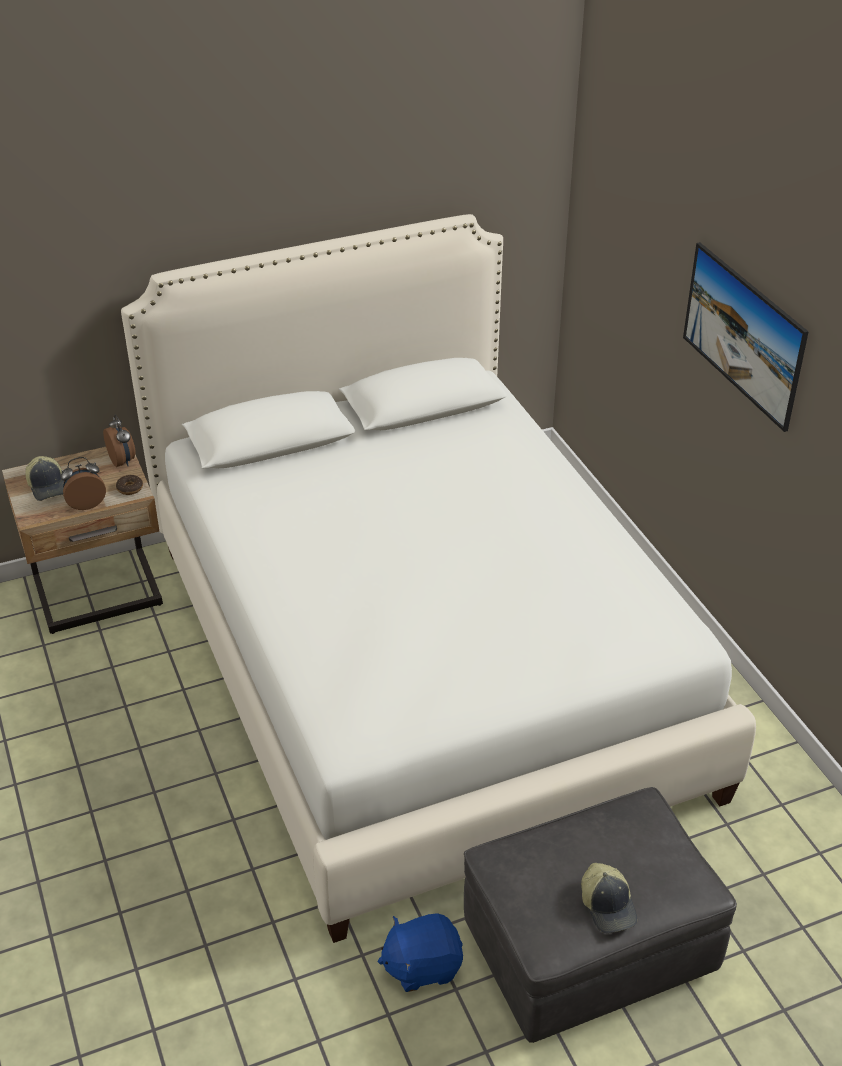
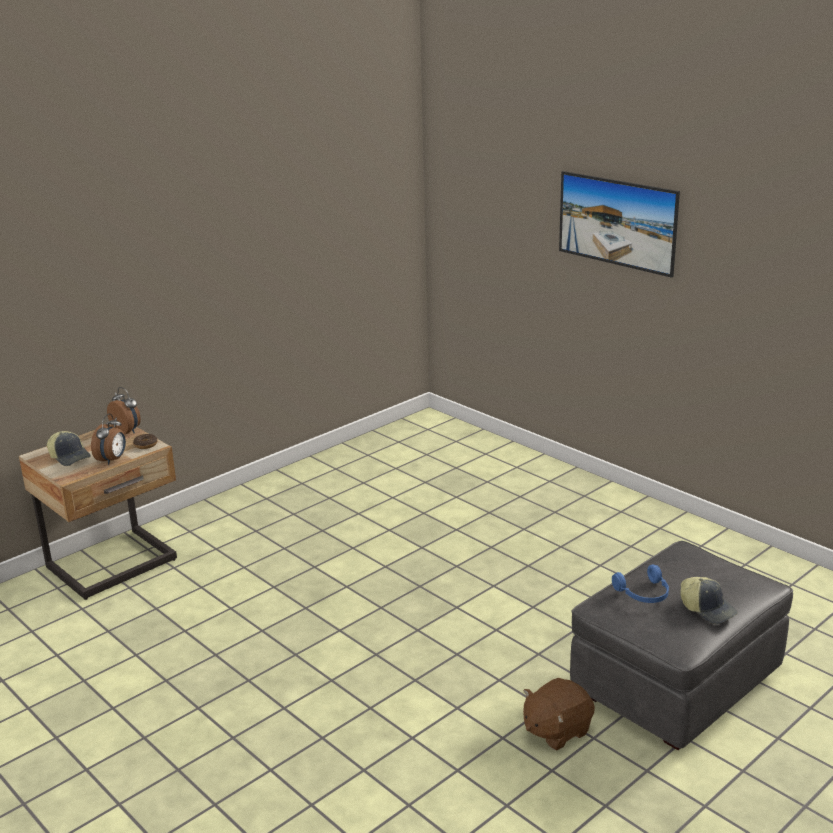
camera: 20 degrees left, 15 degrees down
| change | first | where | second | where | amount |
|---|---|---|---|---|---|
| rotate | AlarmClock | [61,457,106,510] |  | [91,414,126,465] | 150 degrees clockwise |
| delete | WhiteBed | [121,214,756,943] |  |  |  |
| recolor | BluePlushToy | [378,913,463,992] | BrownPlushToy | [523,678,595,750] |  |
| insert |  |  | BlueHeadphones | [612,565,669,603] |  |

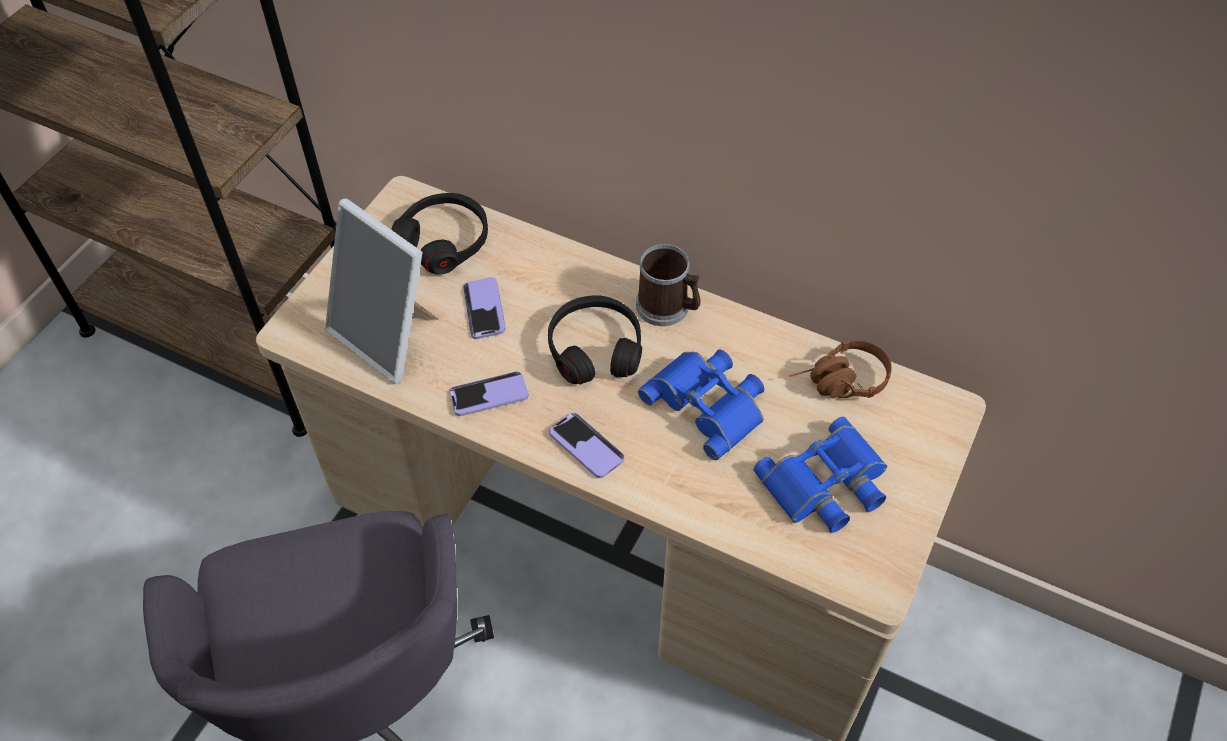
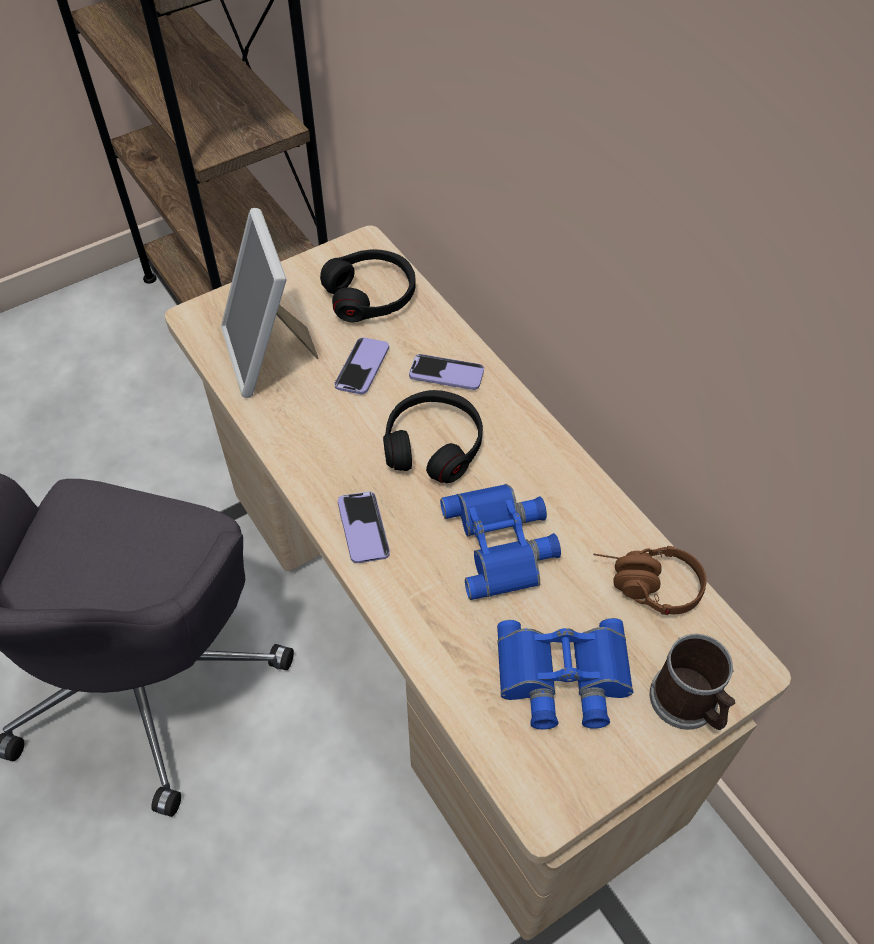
camera: 30 degrees right, 0 degrees up
| change | first | where | second | where | amount |
|---|---|---|---|---|---|
| move | Phone | [449,371,529,416] |  | [409,354,484,390] |  |
| move | Mug | [636,244,701,326] |  | [650,634,735,730] |  |

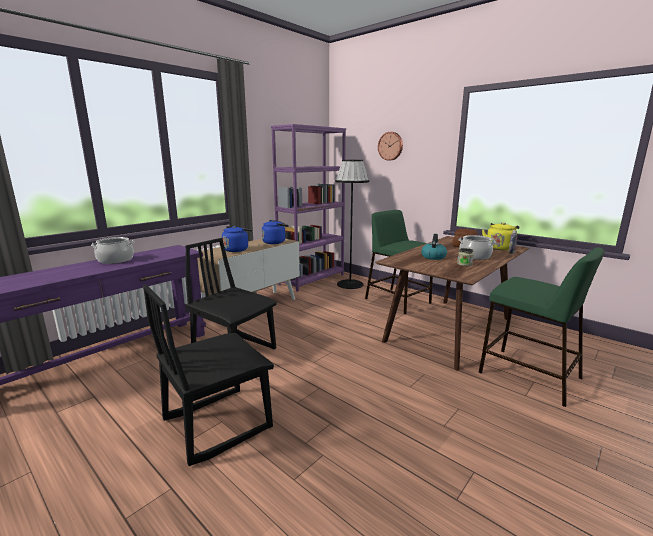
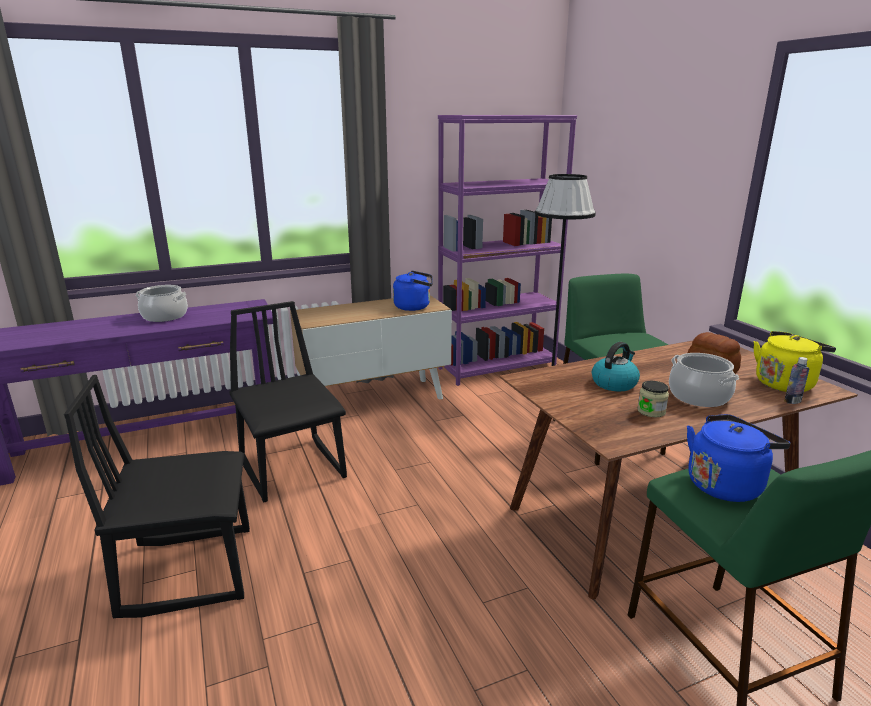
camera: 25 degrees right, 5 degrees up
| change | first | where | second | where | amount |
|---|---|---|---|---|---|
| move | BlueKettle | [222,226,253,252] |  | [687,414,790,502] |  |
| delete | WallClock | [378,132,403,161] |  |  |  |

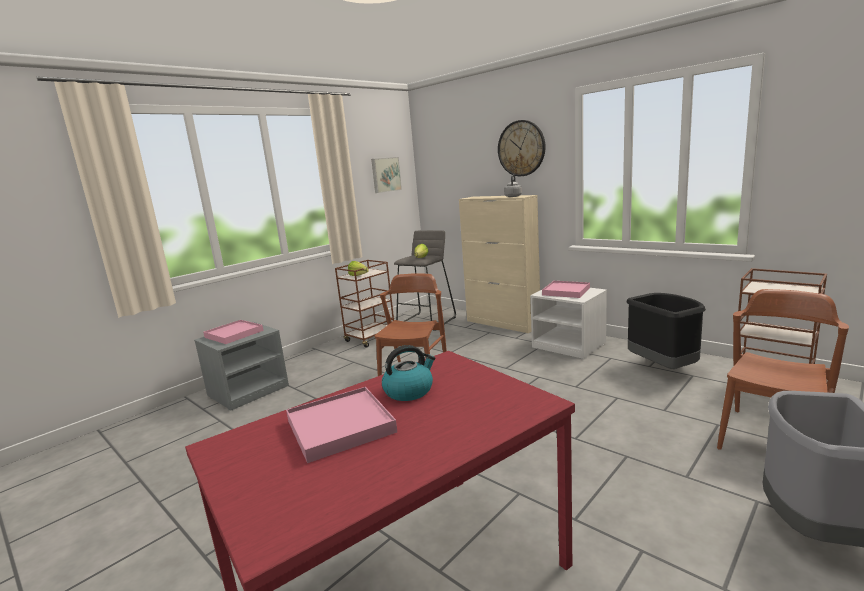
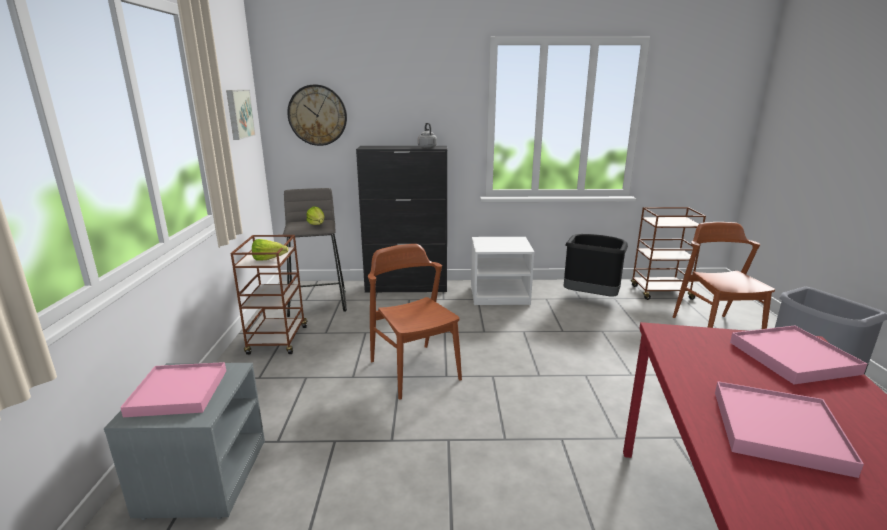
camera: 45 degrees left, 5 degrees up
| change | first | where | second | where | amount |
|---|---|---|---|---|---|
| delete | Kettle | [382,345,435,401] |  |  |  |
| recolor | BeigeCabinet | [459,195,540,333] | BlackCabinet | [356,146,447,292] |  |
| move | WallClock | [498,120,546,176] |  | [287,84,347,146] |  |
| move | PinkTray | [542,281,590,298] |  | [730,326,868,384] |  |

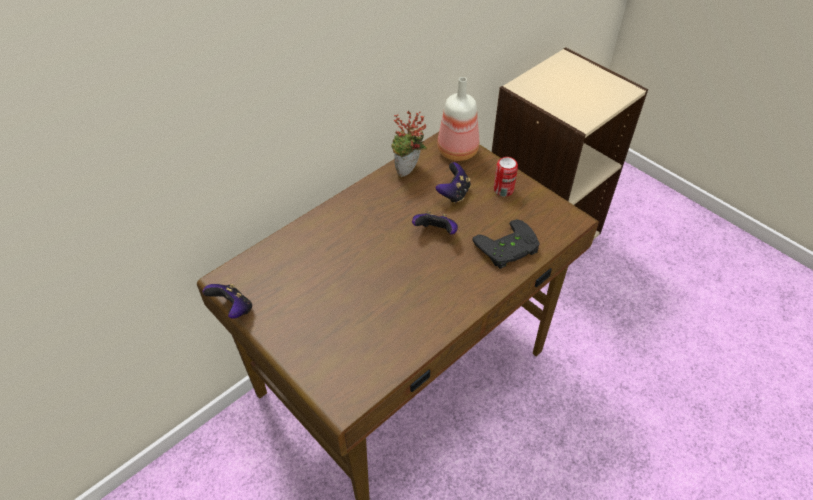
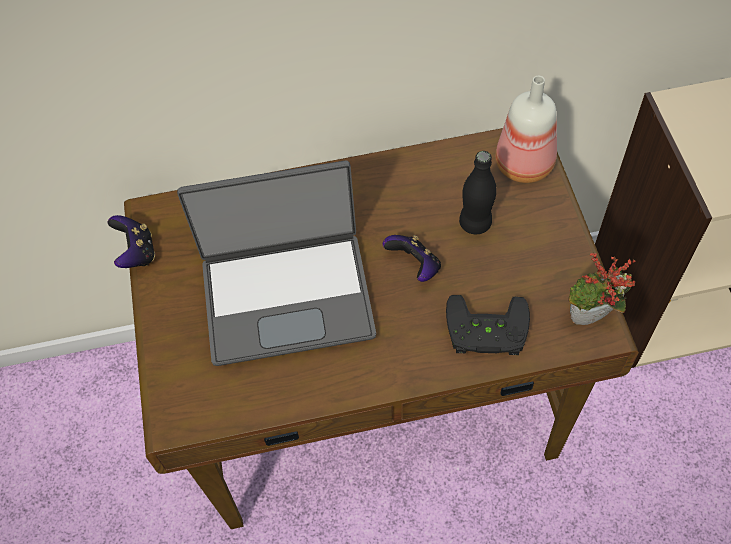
camera: 35 degrees right, 10 degrees up
| change | first | where | second | where | amount |
|---|---|---|---|---|---|
| move | PottedPlant | [391,111,427,177] |  | [568,253,636,325] |  |
| replace | GameController | [436,162,471,203] | BlackBottle | [459,151,497,234] |  |
| delete | Can | [494,157,518,197] |  |  |  |
| insert |  |  | Laptop | [177,160,376,366] |  |

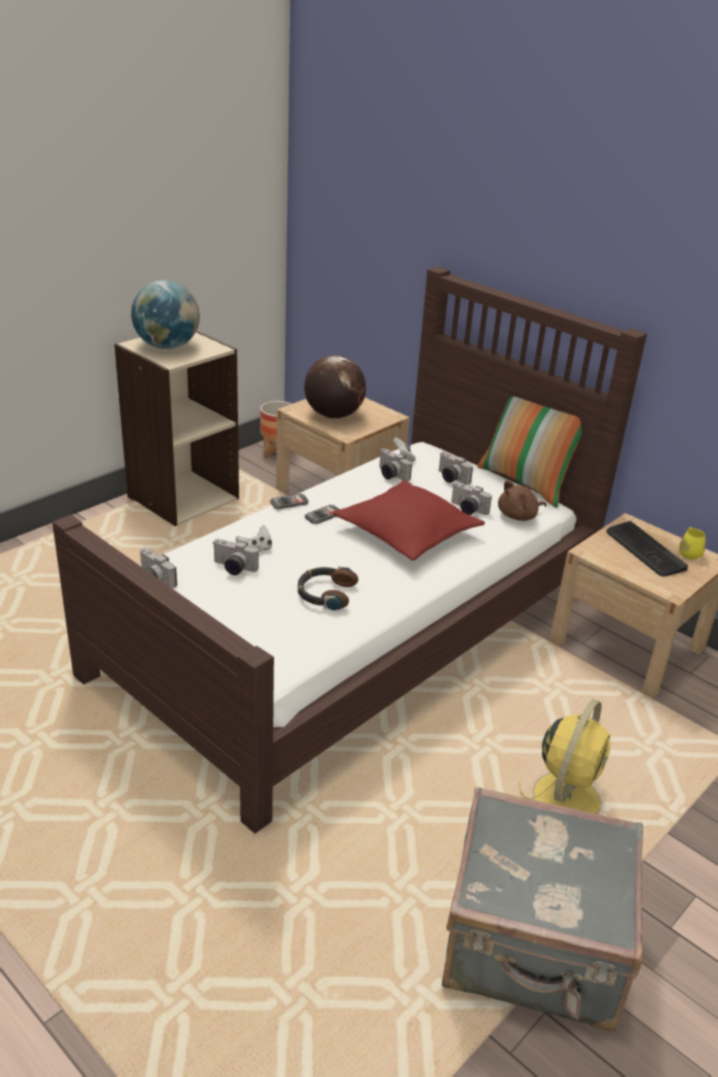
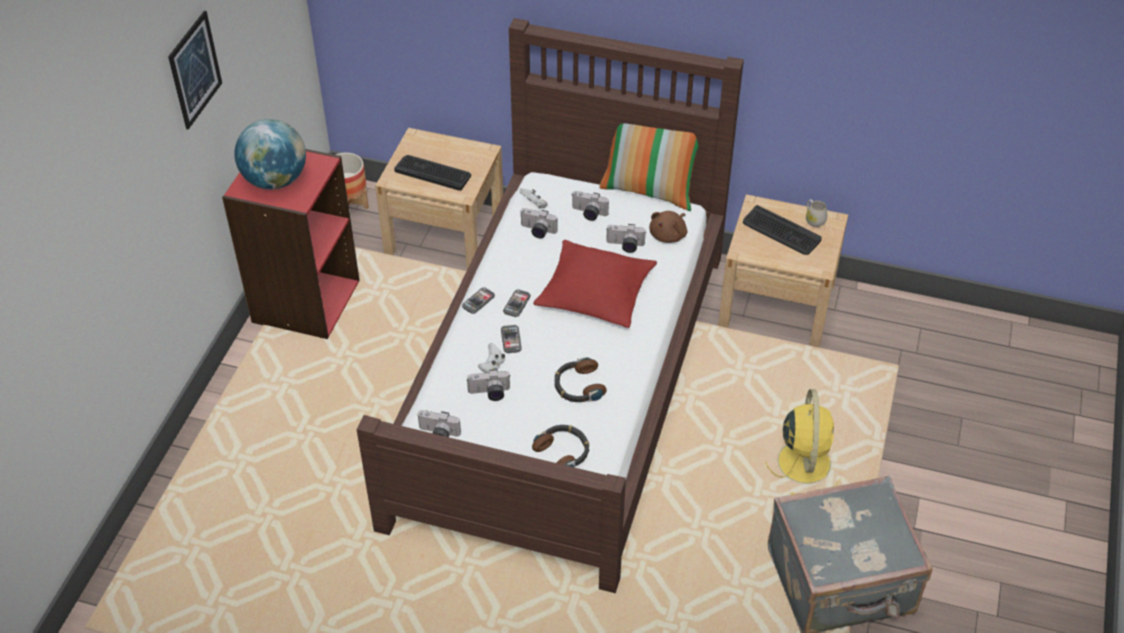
camera: 25 degrees left, 15 degrees up
| change | first | where | second | where | amount |
|---|---|---|---|---|---|
| recolor | BeigeBookcase | [114,331,239,526] | RedBookcase | [222,149,360,339] |  |
| replace | Globe | [304,355,366,419] | Keyboard | [394,155,471,191] |  |
| recolor | YellowMug | [679,528,706,560] | WhiteMug | [806,200,827,227] |  |
| insert |  |  | Picture | [168,11,222,130] |  |
| insert |  |  | Phone | [501,325,522,353] |  |
| insert |  |  | Headphones | [532,425,589,468] |  |

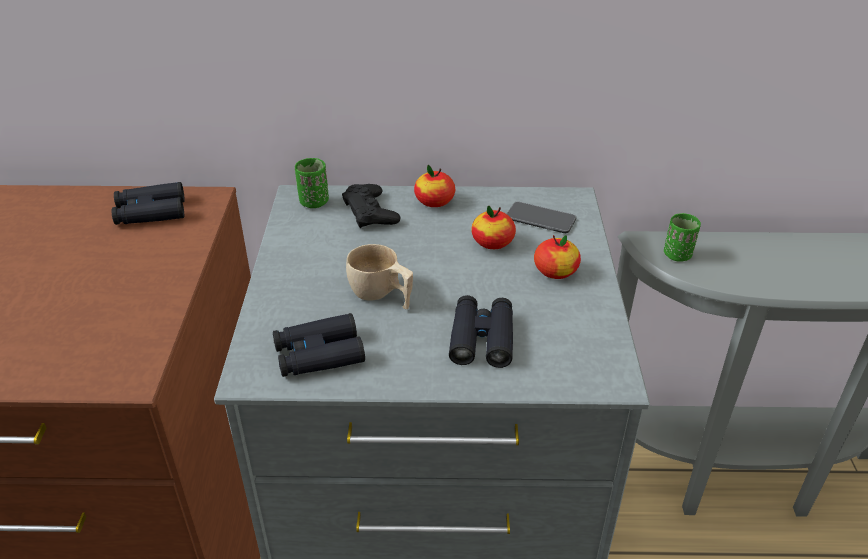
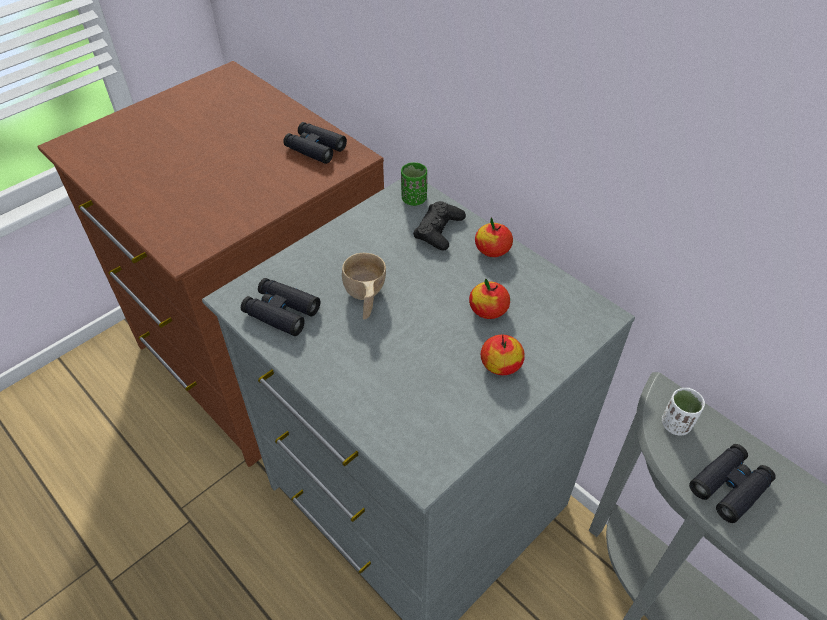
camera: 45 degrees right, 10 degrees up
| change | first | where | second | where | amount |
|---|---|---|---|---|---|
| move | BlackBinoculars | [449,295,513,368] |  | [689,444,776,523] |  |
| delete | Phone | [507,202,576,233] |  |  |  |
| recolor | GreenCup | [664,213,701,262] | WhiteCup | [662,388,705,436] |  |

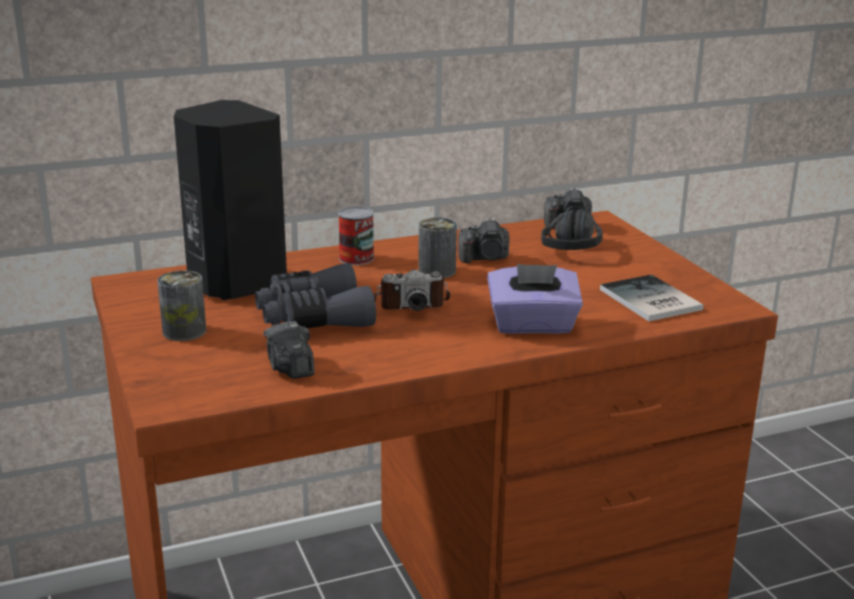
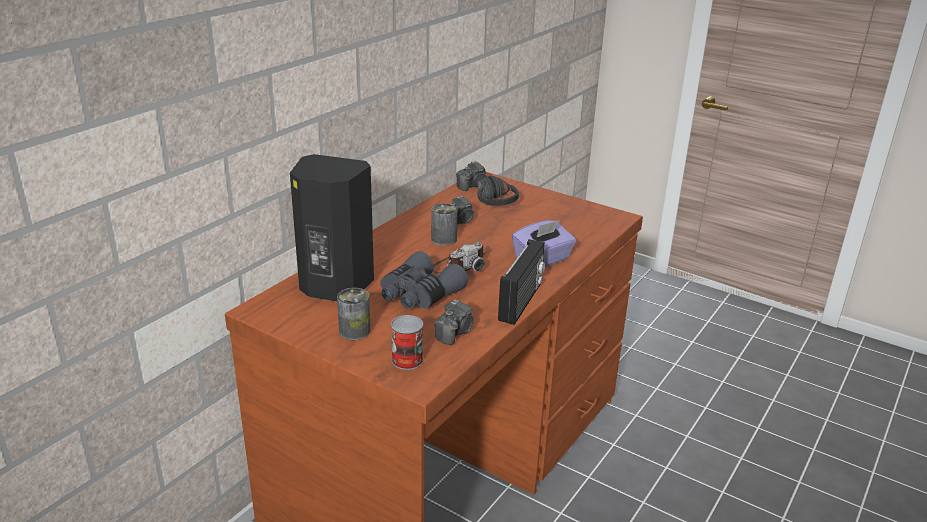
camera: 35 degrees left, 5 degrees up
| change | first | where | second | where | amount |
|---|---|---|---|---|---|
| rotate | PhotoCamera | [263,321,315,379] |  | [434,299,474,345] | 90 degrees counterclockwise |
| move | Can | [338,206,374,265] |  | [391,315,423,370] |  |
| delete | Book | [600,274,704,321] |  |  |  |
| insert |  |  | Radio | [498,239,545,325] |  |

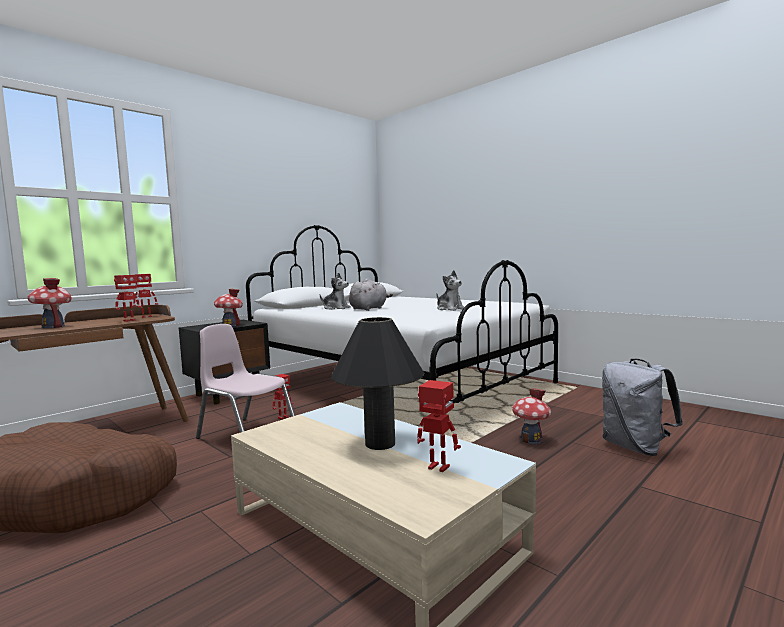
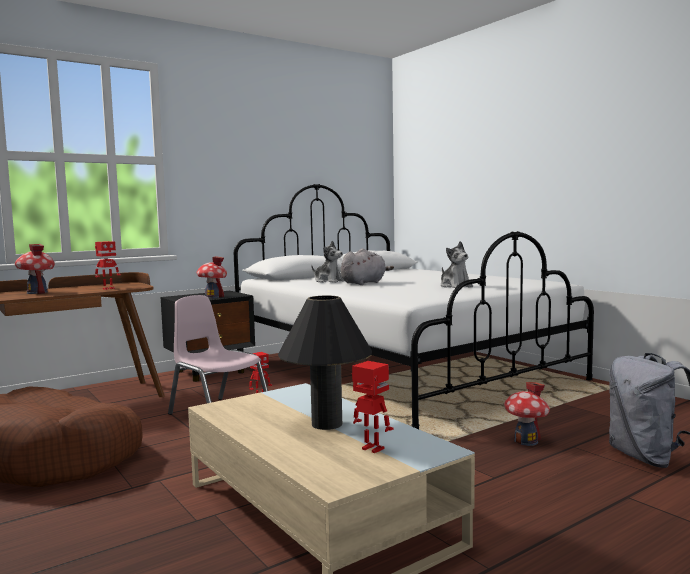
camera: 10 degrees right, 0 degrees up
| change | first | where | second | where | amount |
|---|---|---|---|---|---|
| delete | ToyRobot | [133,274,158,318] |  |  |  |

